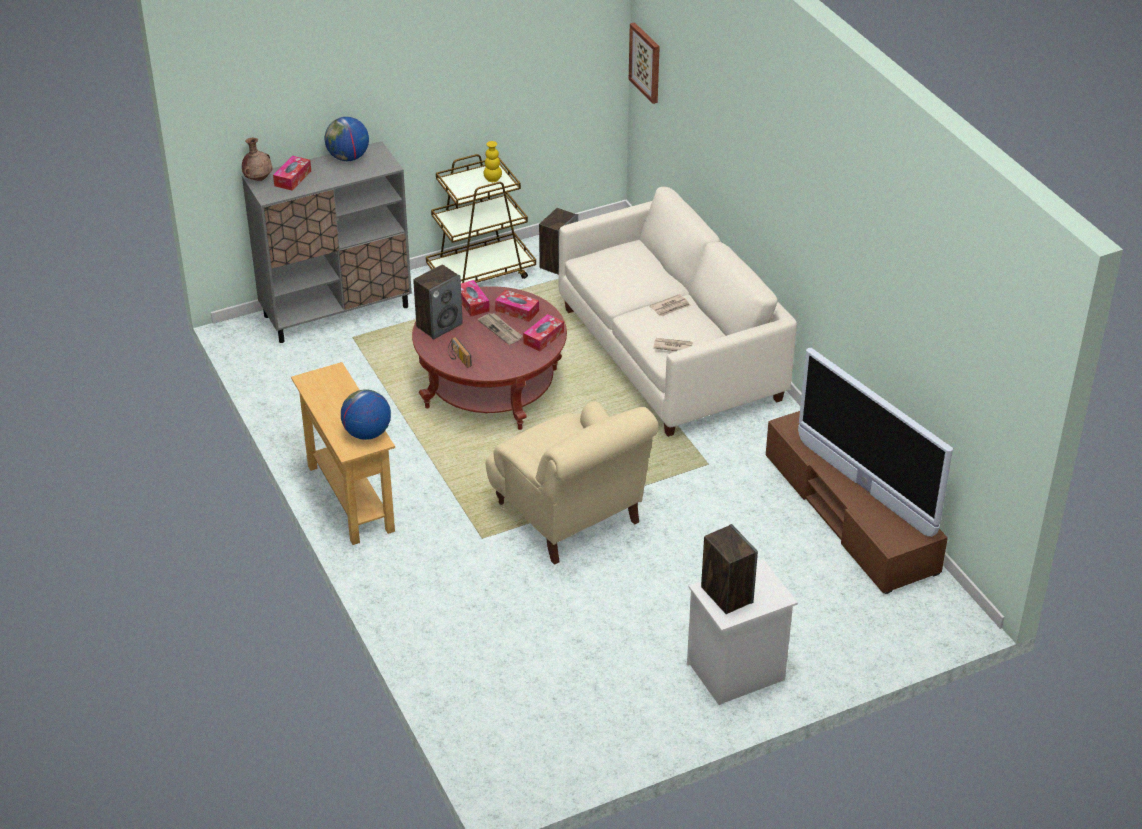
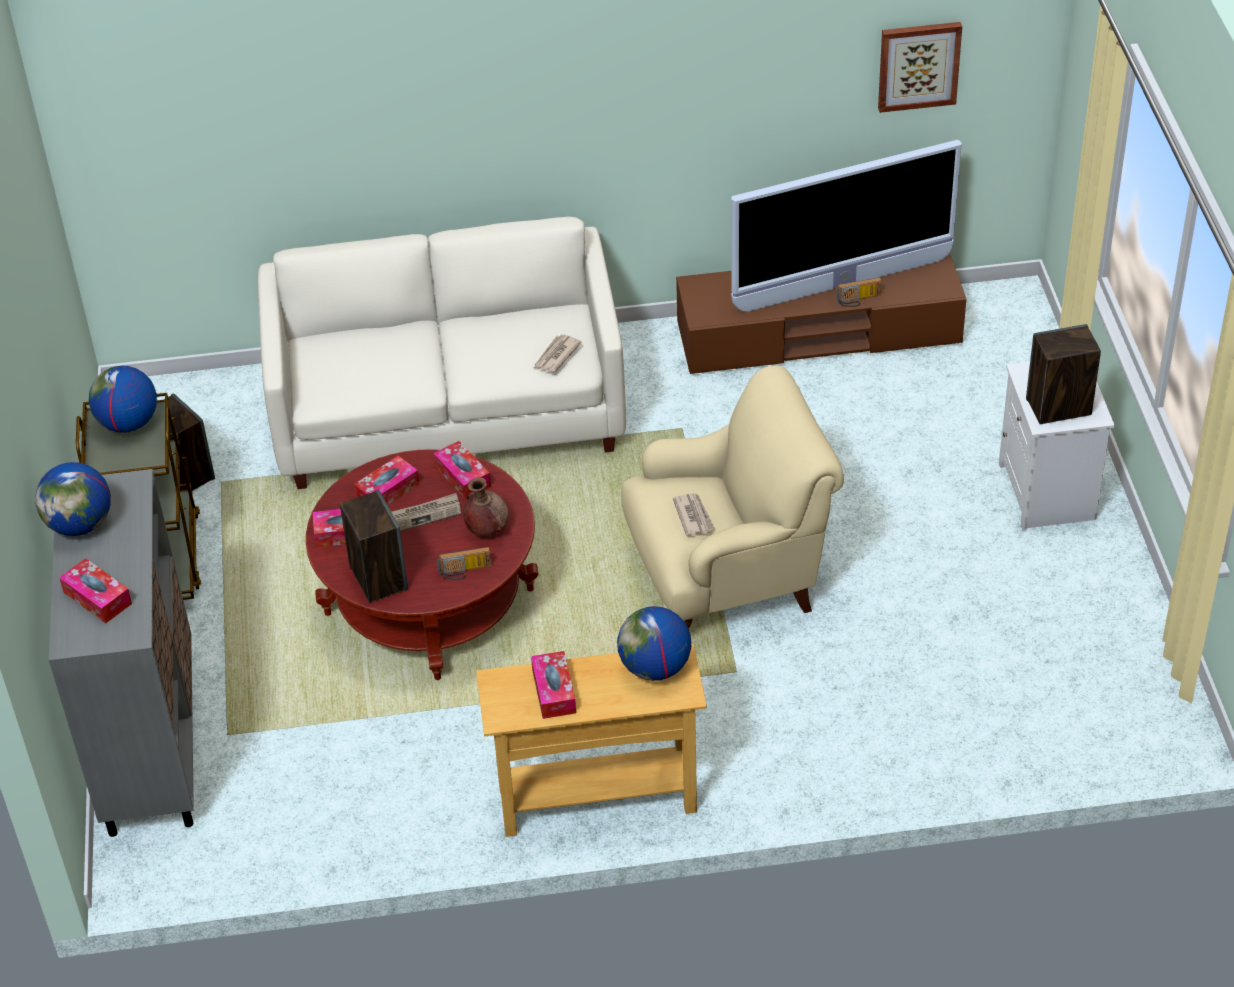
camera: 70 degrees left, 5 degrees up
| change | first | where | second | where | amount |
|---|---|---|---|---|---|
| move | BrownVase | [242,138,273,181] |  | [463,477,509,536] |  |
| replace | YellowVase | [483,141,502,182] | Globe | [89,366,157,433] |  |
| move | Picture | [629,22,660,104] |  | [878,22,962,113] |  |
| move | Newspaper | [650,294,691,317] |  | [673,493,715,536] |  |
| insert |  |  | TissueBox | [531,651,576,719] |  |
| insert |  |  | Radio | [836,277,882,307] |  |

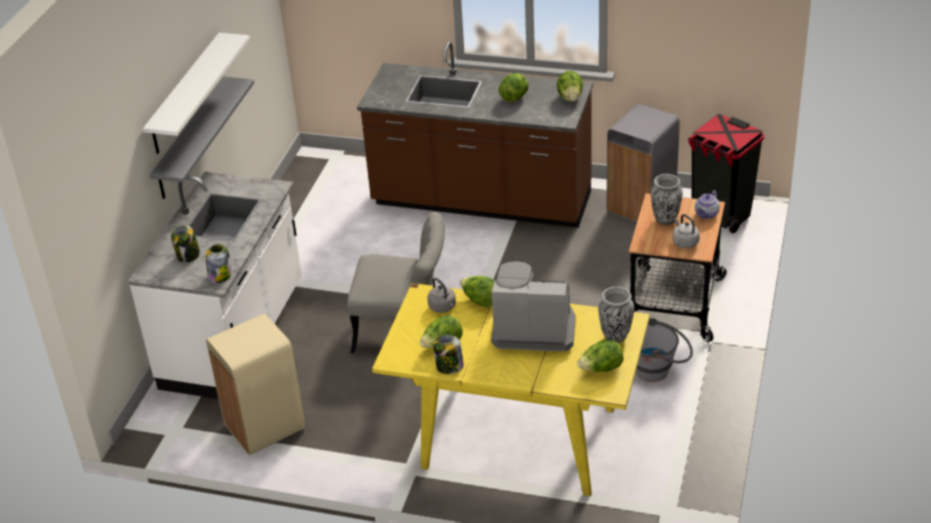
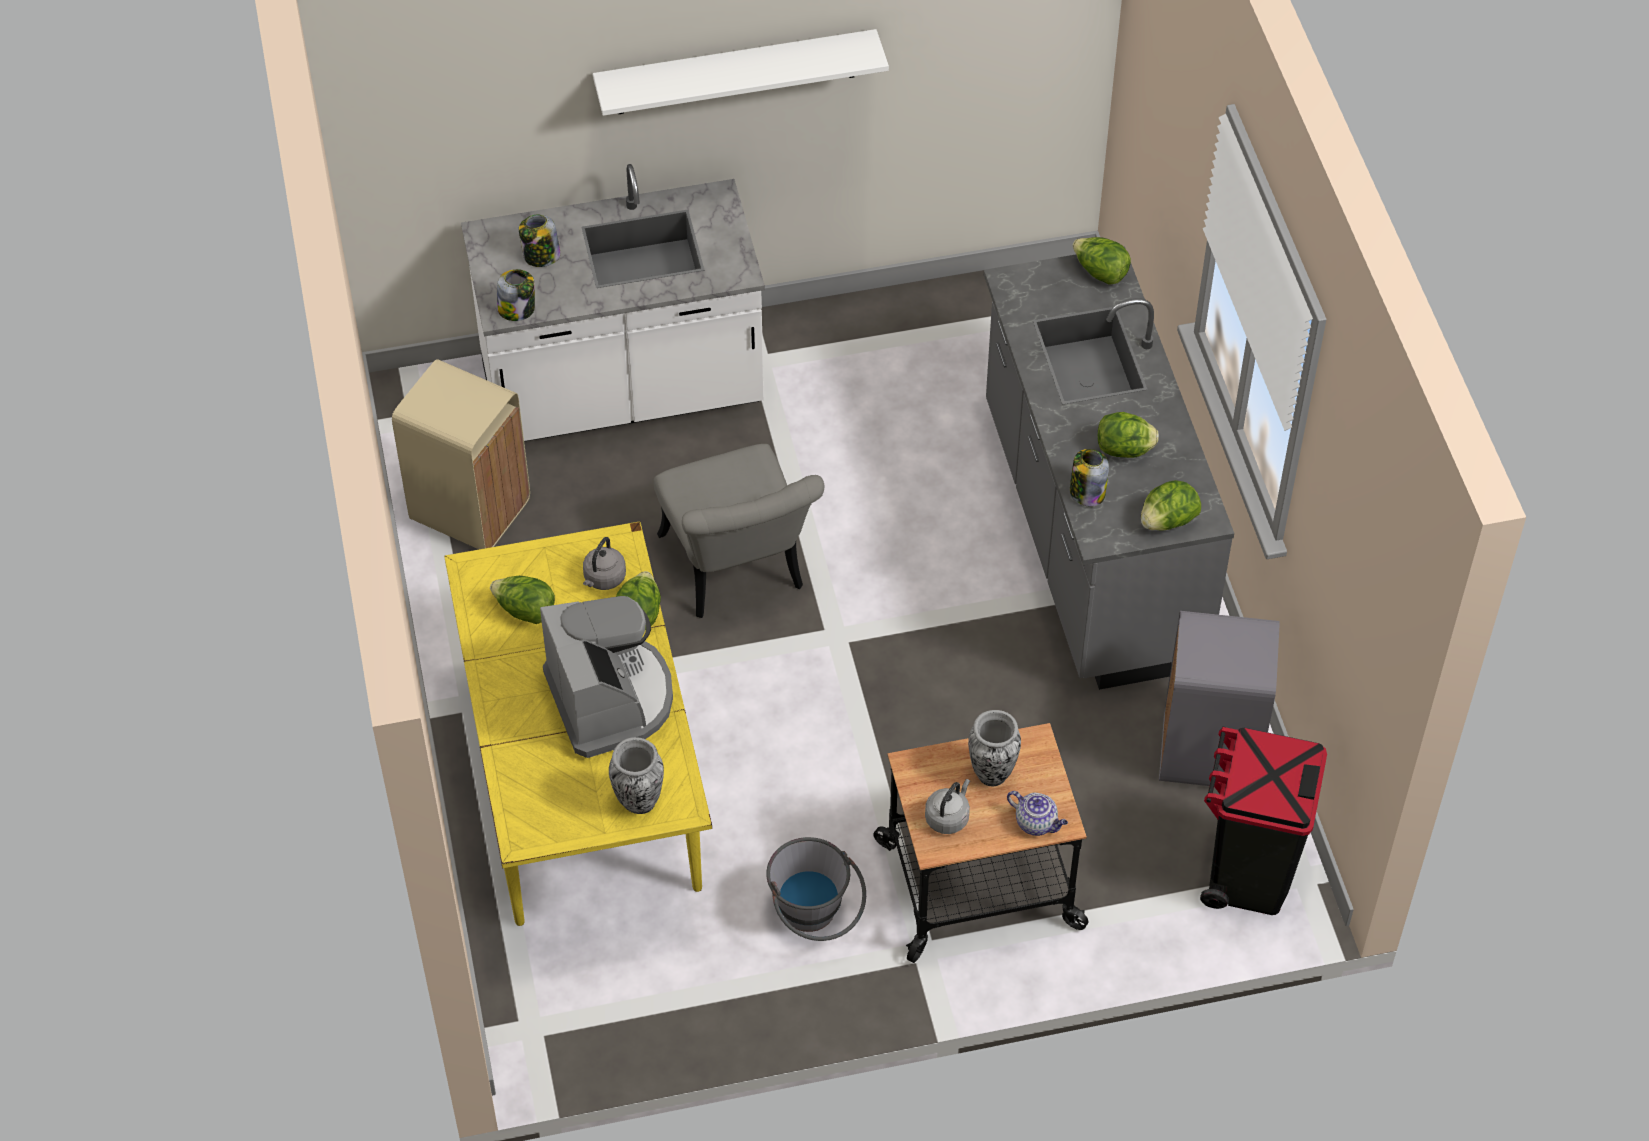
camera: 60 degrees right, 15 degrees up
| change | first | where | second | where | amount |
|---|---|---|---|---|---|
| delete | GreyShelf | [150,77,254,199] |  |  |  |
| recolor | BrownCounter | [357,42,593,228] | GreyCounter | [984,246,1234,690] |  |
| move | Jar | [433,334,464,374] |  | [1070,449,1109,507] |  |
| move | Lettuce | [577,340,624,372] |  | [1073,237,1131,285] |  |
| rotate | Teapot | [695,190,720,219] |  | [1007,791,1068,836] | 150 degrees counterclockwise |

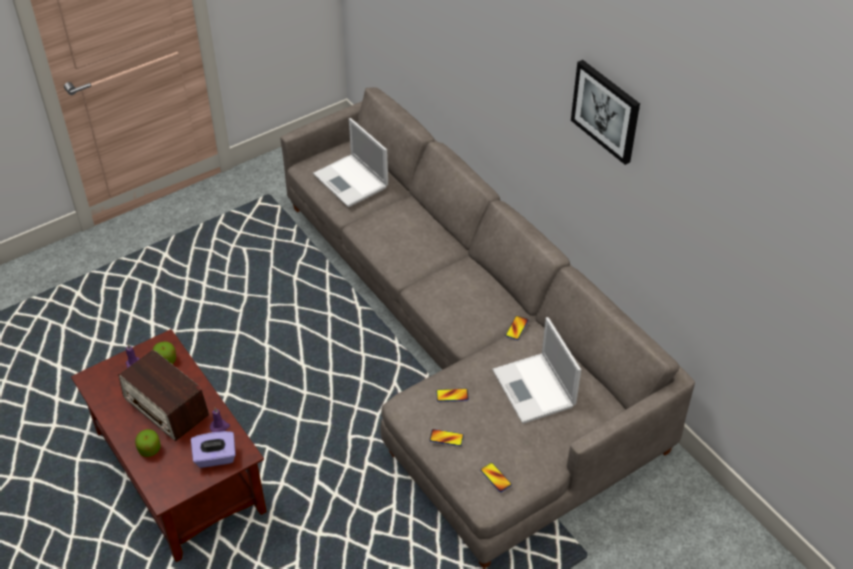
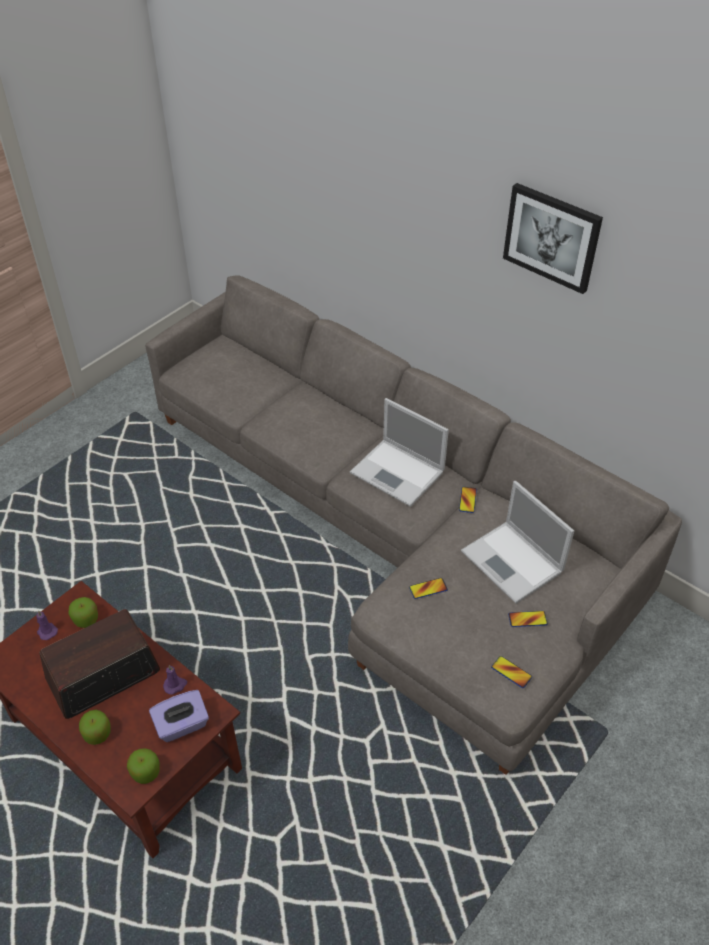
camera: 15 degrees left, 0 degrees up
| change | first | where | second | where | amount |
|---|---|---|---|---|---|
| rotate | Radio | [119,350,209,441] |  | [40,609,160,719] | 120 degrees clockwise |
| move | Laptop | [313,118,388,207] |  | [350,398,449,507] |  |
| move | Phone | [429,429,464,446] |  | [508,611,548,627] |  |
| insert |  |  | Apple | [127,748,160,784] |  |

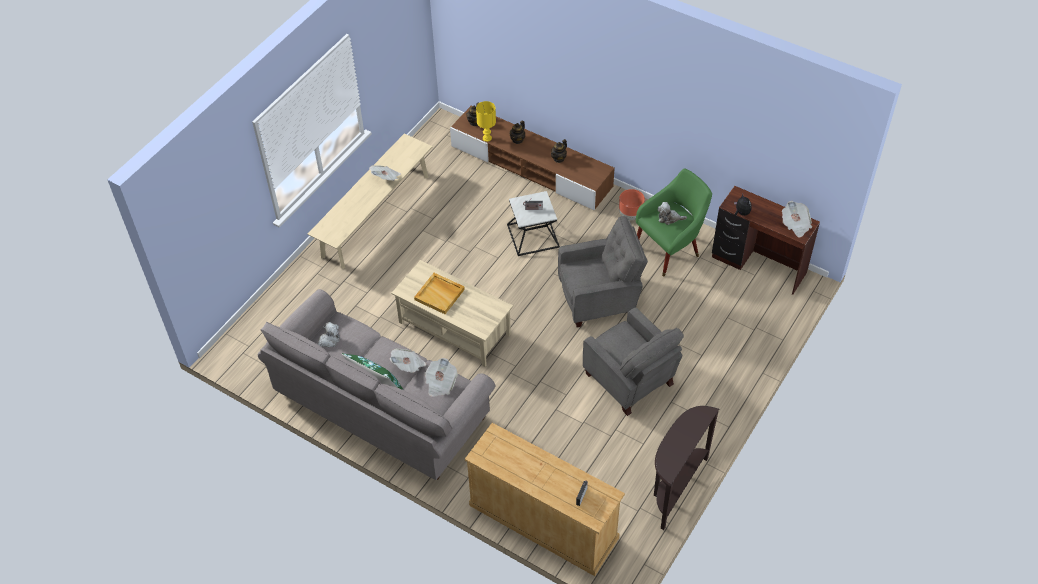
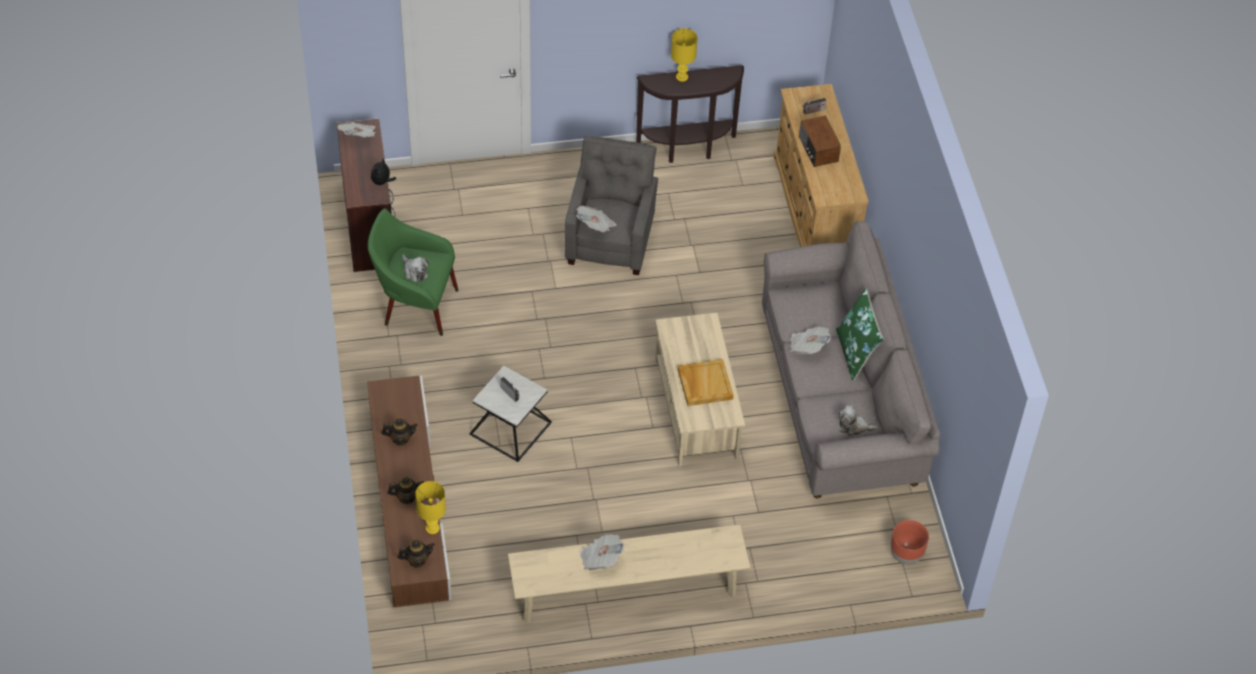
camera: 135 degrees left, 0 degrees up
| change | first | where | second | where | amount |
|---|---|---|---|---|---|
| move | Newspaper | [425,358,458,397] |  | [576,206,617,233] |  |
| delete | GreyArmchair | [558,216,648,327] |  |  |  |
| move | BrownPlanter | [619,189,645,220] |  | [890,520,929,564] |  |
| insert |  |  | YellowTableLamp | [671,28,698,82] |  |
| insert |  |  | Radio | [799,116,841,167] |  |

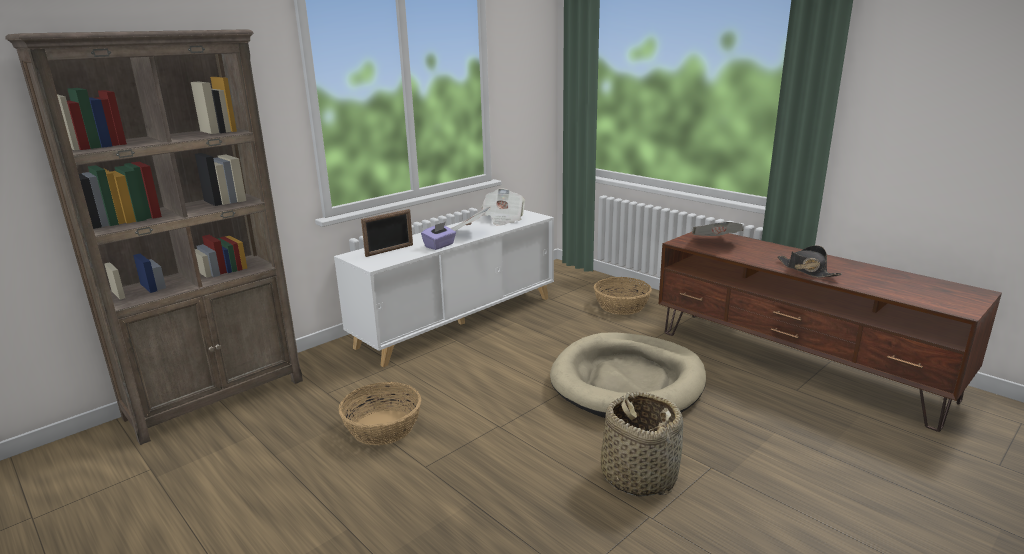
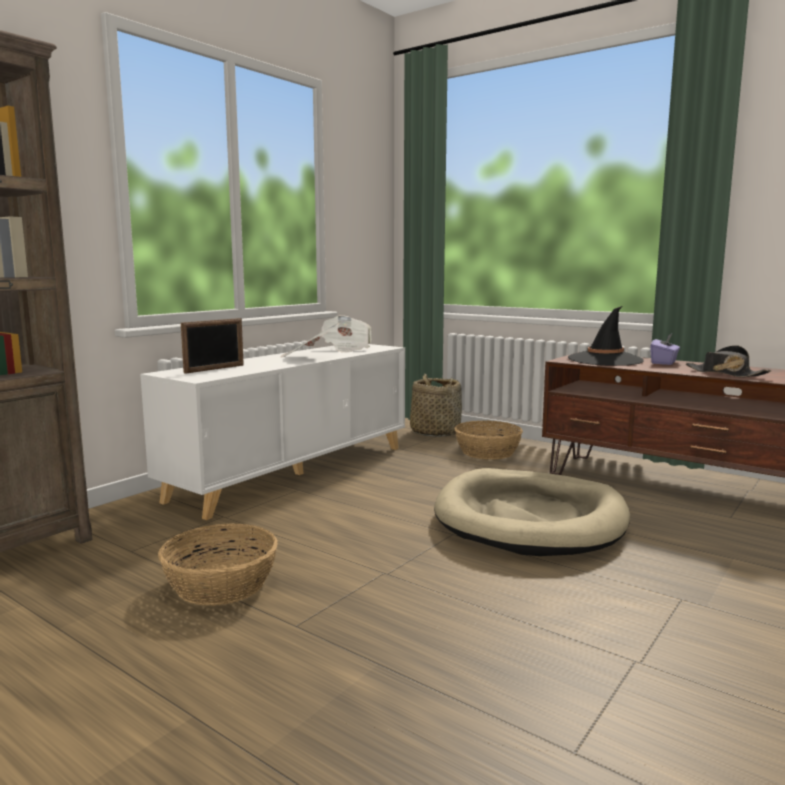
camera: 10 degrees left, 10 degrees down
| change | first | where | second | where | amount |
|---|---|---|---|---|---|
| move | PurpleTissueBox | [421,222,456,250] |  | [650,333,680,365] |  |
| move | Basket | [601,391,683,496] |  | [410,374,462,437] |  |
| replace | Newspaper | [692,222,744,236] | BlackHat | [568,306,644,366] |  |

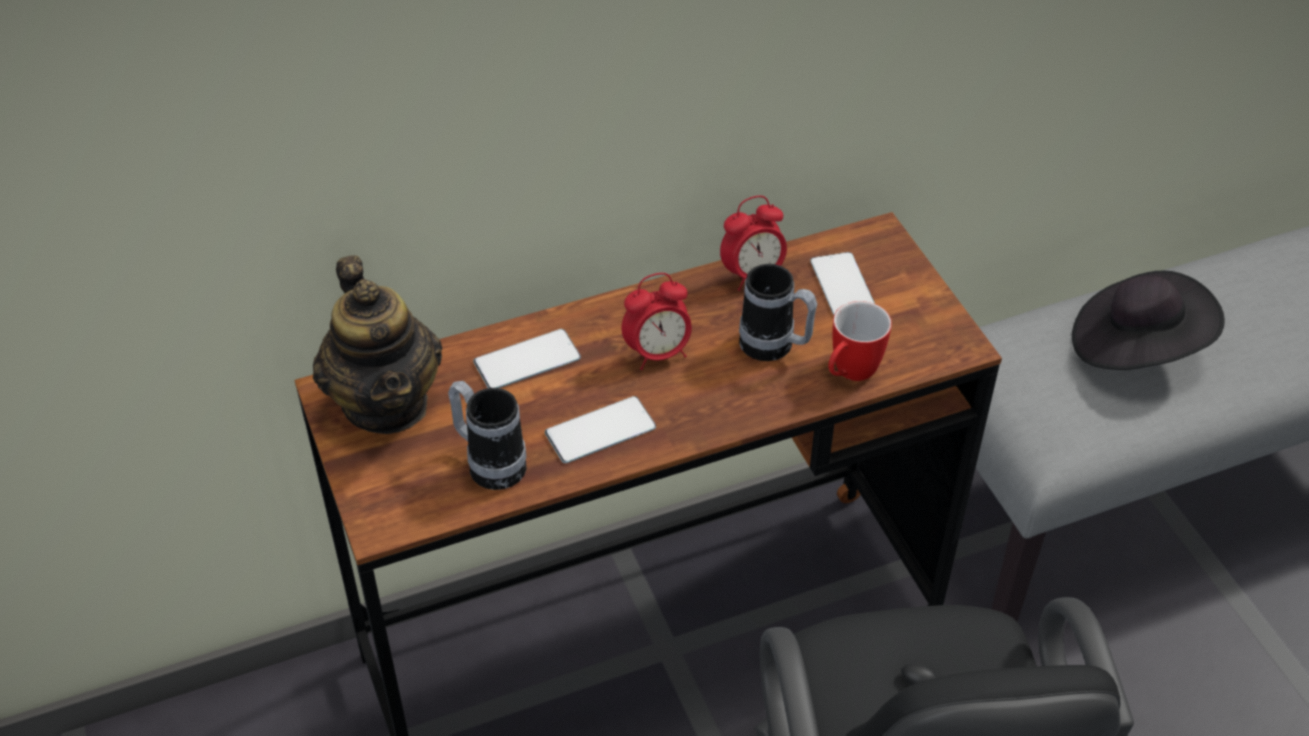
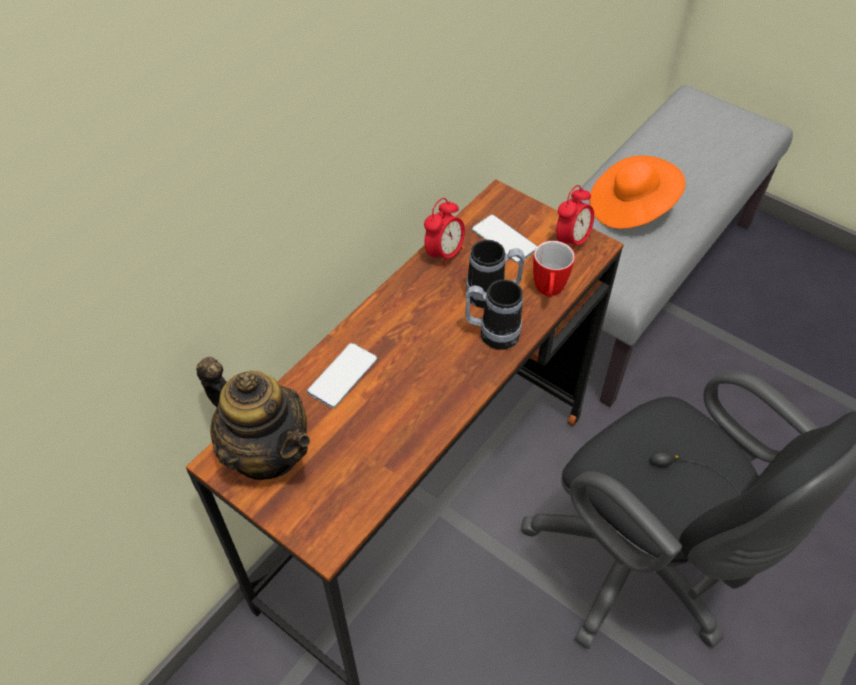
camera: 30 degrees left, 5 degrees up
| change | first | where | second | where | amount |
|---|---|---|---|---|---|
| move | Mug | [448,381,527,490] |  | [465,280,523,350] |  |
| delete | Phone | [545,396,656,463] |  |  |  |
| move | AlarmClock | [622,273,692,370] |  | [556,185,594,250] |  |
| recolor | BlackHat | [1072,270,1225,370] | OrangeHat | [590,155,686,229] |  |

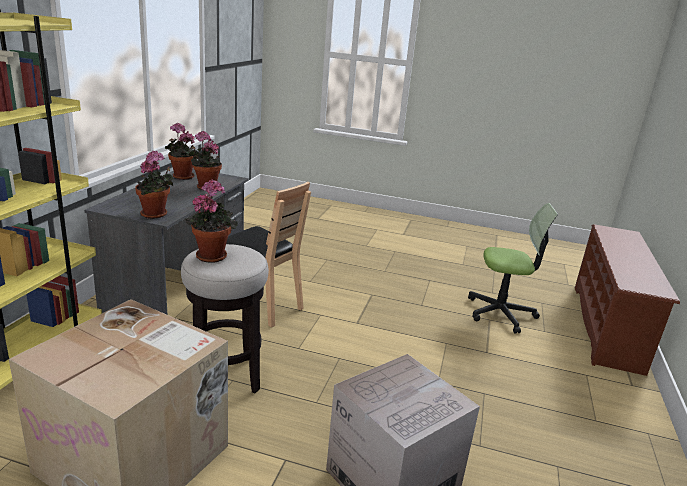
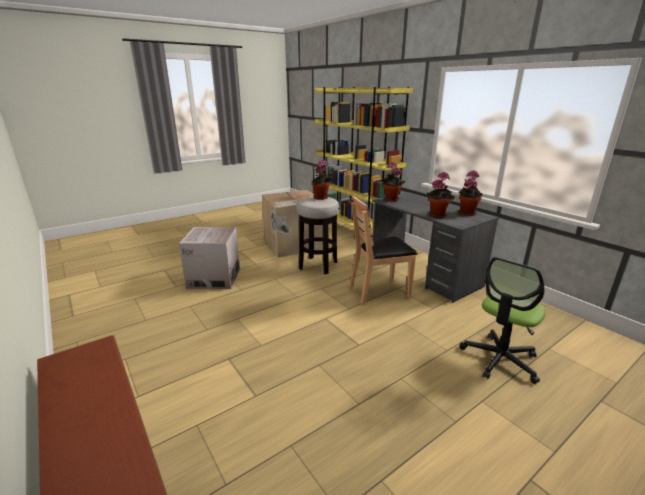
camera: 130 degrees right, 0 degrees up
| change | first | where | second | where | amount |
|---|---|---|---|---|---|
| move | OfficeChair | [468,203,558,333] |  | [460,257,546,384] |  |

